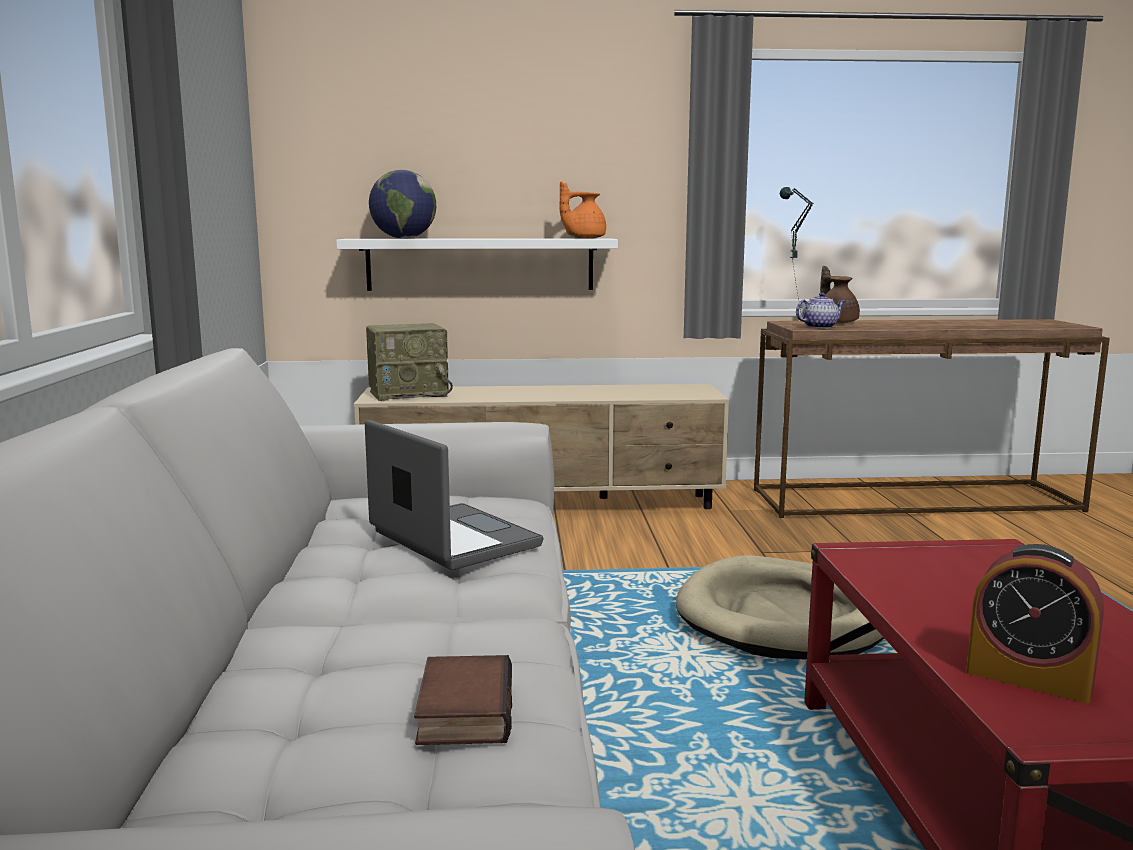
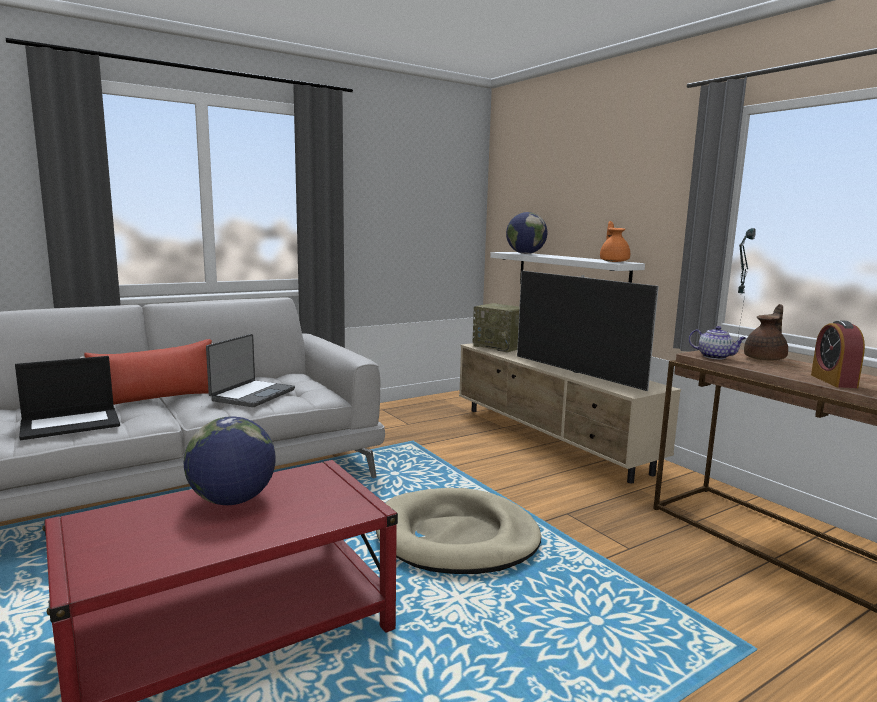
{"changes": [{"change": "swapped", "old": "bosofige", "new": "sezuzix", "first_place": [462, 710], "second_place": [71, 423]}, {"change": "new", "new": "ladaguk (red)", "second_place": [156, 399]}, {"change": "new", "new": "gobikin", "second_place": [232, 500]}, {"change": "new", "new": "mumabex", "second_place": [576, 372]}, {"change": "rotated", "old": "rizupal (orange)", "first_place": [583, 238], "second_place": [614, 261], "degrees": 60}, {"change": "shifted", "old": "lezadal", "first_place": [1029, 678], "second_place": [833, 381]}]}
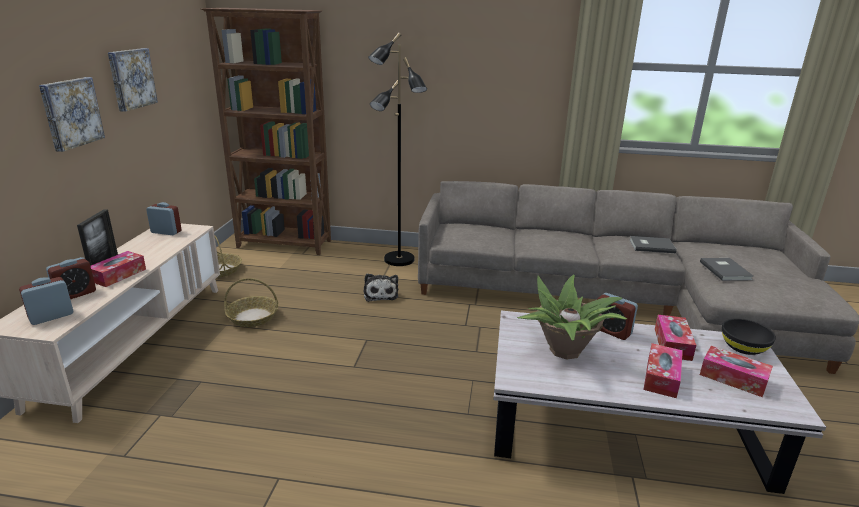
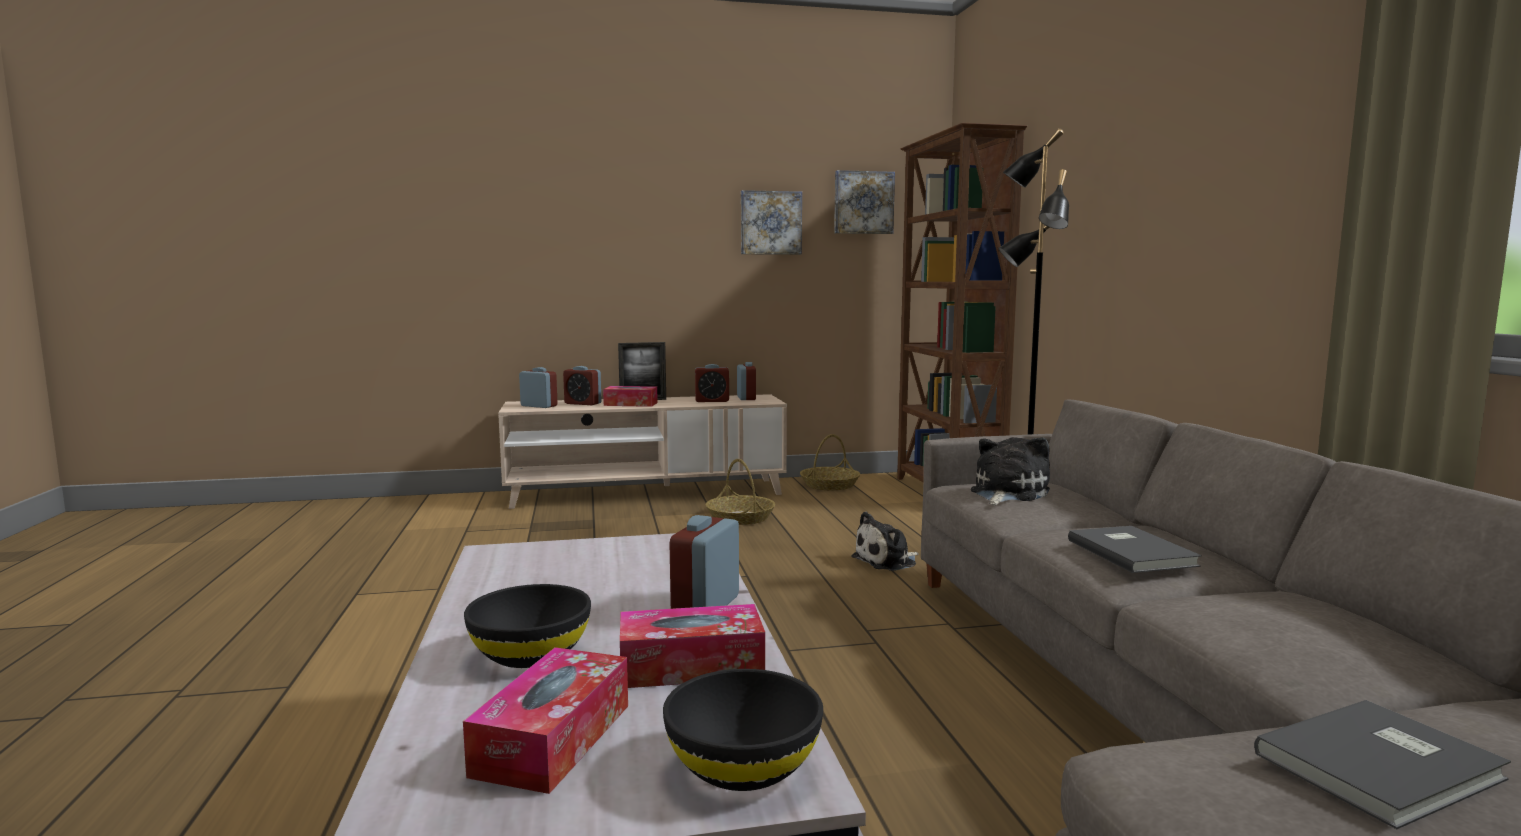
{"changes": [{"change": "swapped", "old": "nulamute", "new": "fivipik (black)", "first_place": [661, 377], "second_place": [530, 654]}, {"change": "new", "new": "lezadal", "second_place": [712, 401]}, {"change": "shifted", "old": "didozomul", "first_place": [70, 113], "second_place": [863, 203]}, {"change": "new", "new": "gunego", "second_place": [1006, 493]}, {"change": "shifted", "old": "bosofige (grey)", "first_place": [651, 245], "second_place": [1132, 552]}, {"change": "gone", "old": "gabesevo", "first_place": [565, 351]}]}
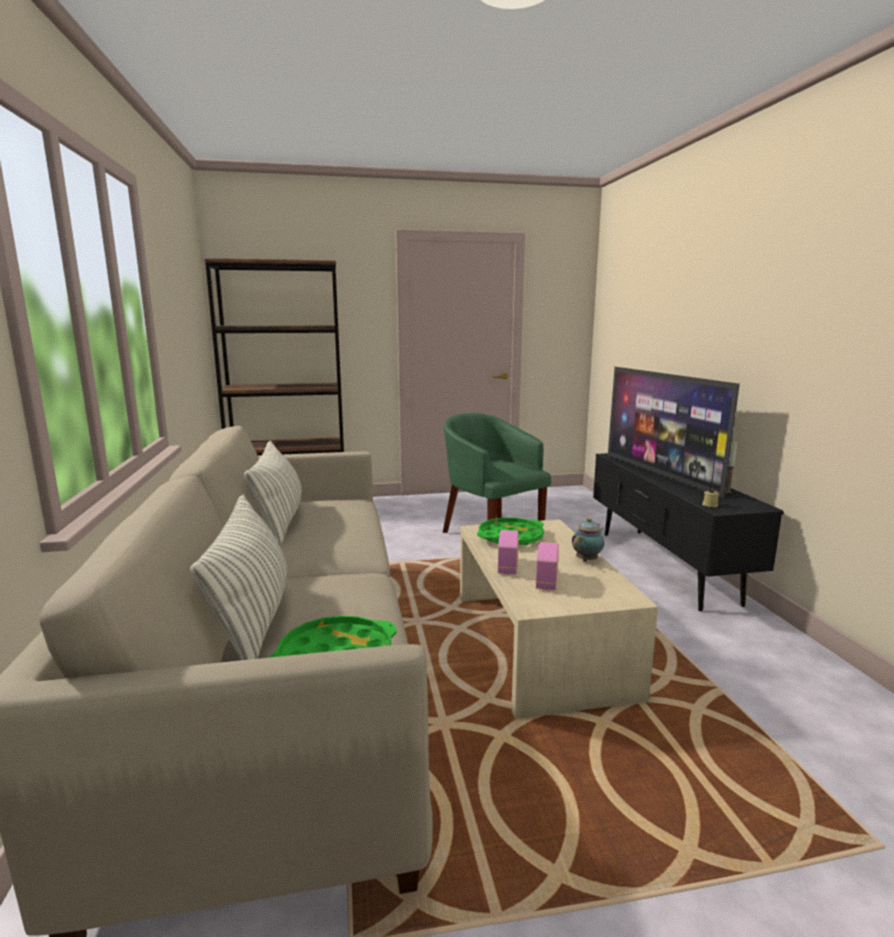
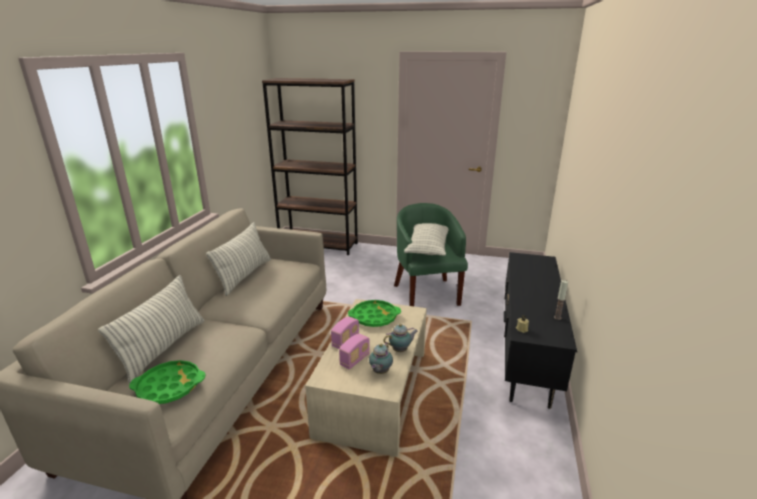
{"changes": [{"change": "new", "new": "rizupal", "second_place": [380, 372]}, {"change": "new", "new": "ladaguk", "second_place": [427, 248]}, {"change": "gone", "old": "mumabex", "first_place": [661, 474]}]}
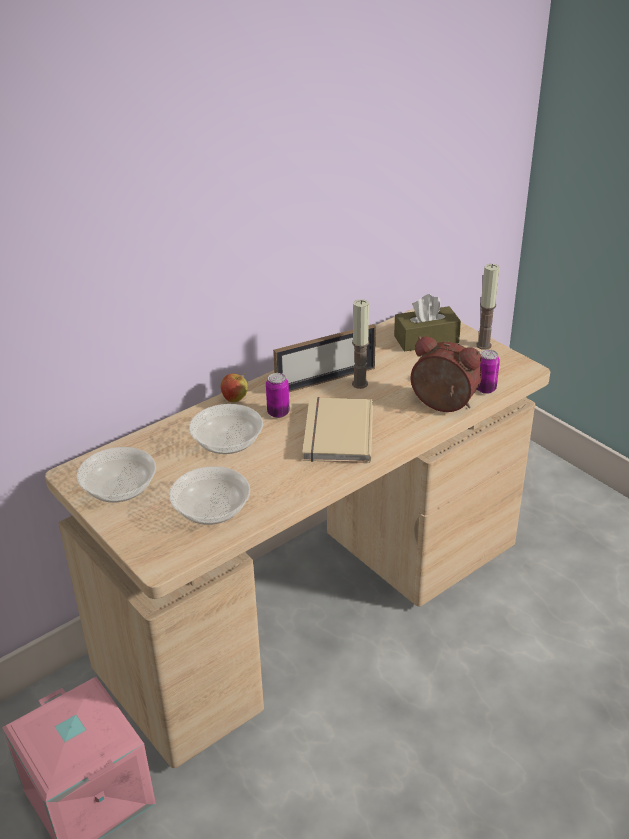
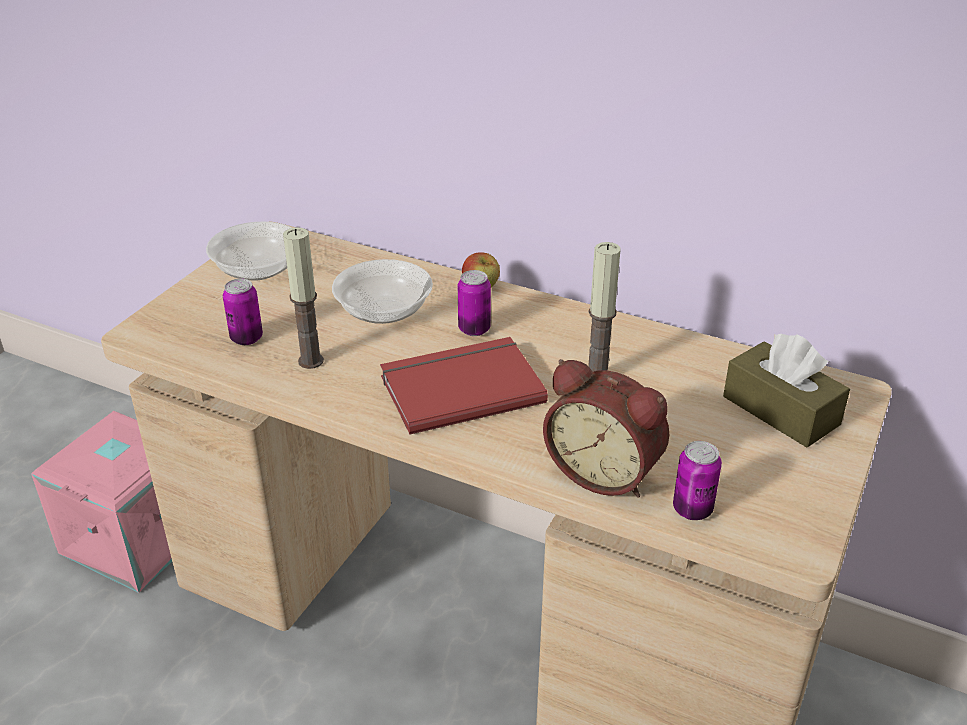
{"changes": [{"change": "swapped", "old": "fivipik", "new": "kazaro", "first_place": [211, 510], "second_place": [246, 338]}, {"change": "shifted", "old": "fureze", "first_place": [483, 345], "second_place": [311, 361]}, {"change": "repainted", "old": "bosofige (beige)", "new": "bosofige (red)", "first_place": [335, 433], "second_place": [460, 387]}, {"change": "rotated", "old": "lezadal", "first_place": [442, 405], "second_place": [605, 471], "degrees": 120}, {"change": "gone", "old": "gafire", "first_place": [325, 380]}]}
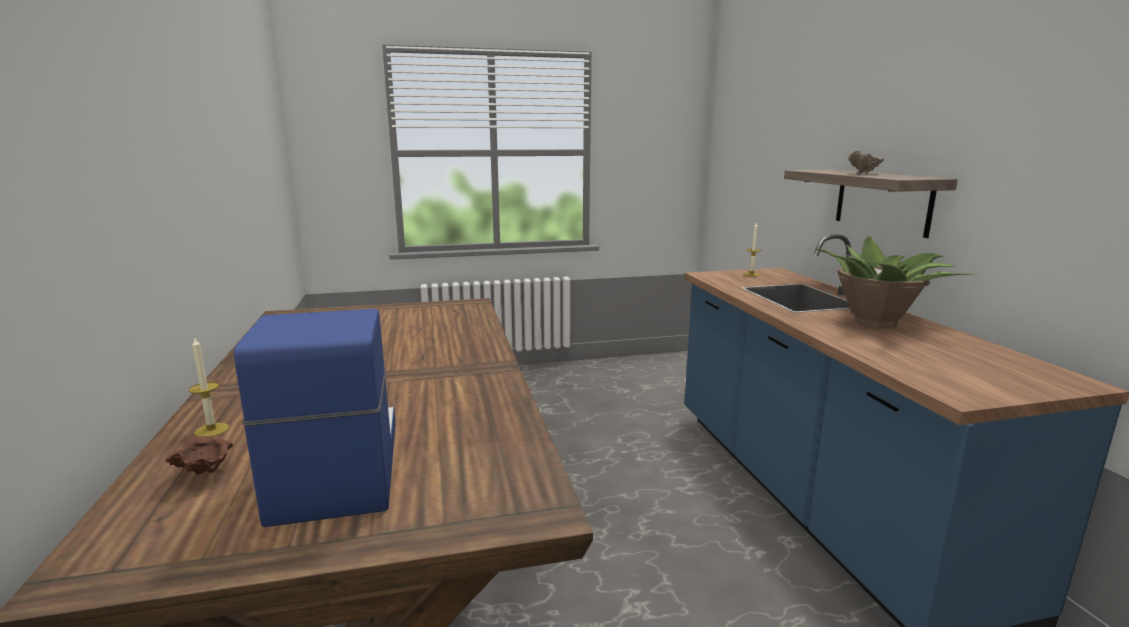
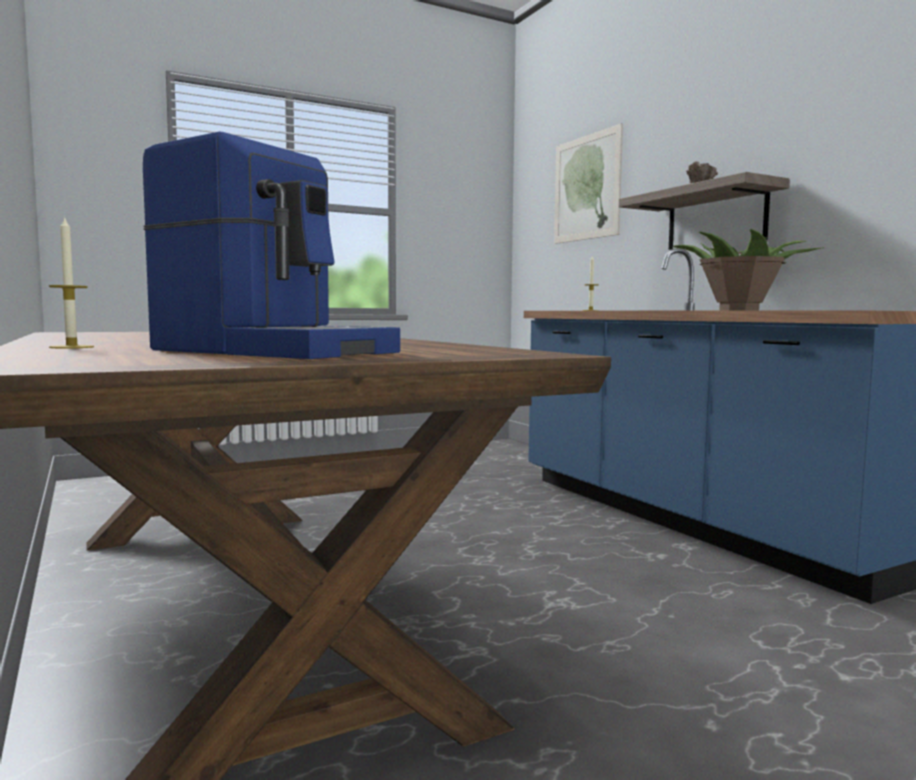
{"changes": [{"change": "rotated", "old": "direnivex", "first_place": [335, 468], "second_place": [274, 351], "degrees": 150}, {"change": "new", "new": "didozomul", "second_place": [586, 188]}, {"change": "gone", "old": "fivipik (brown)", "first_place": [205, 474]}]}
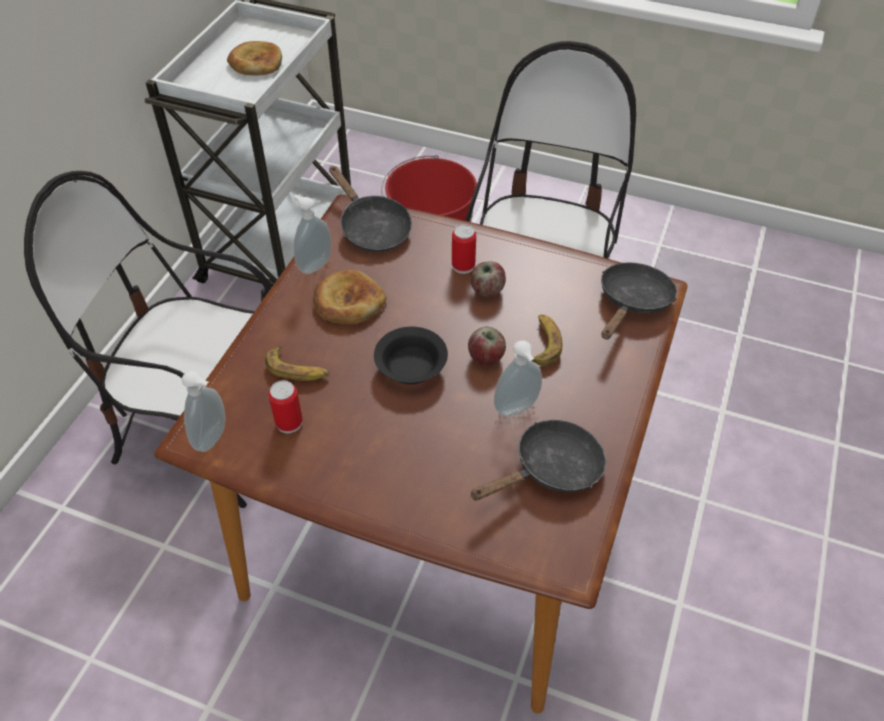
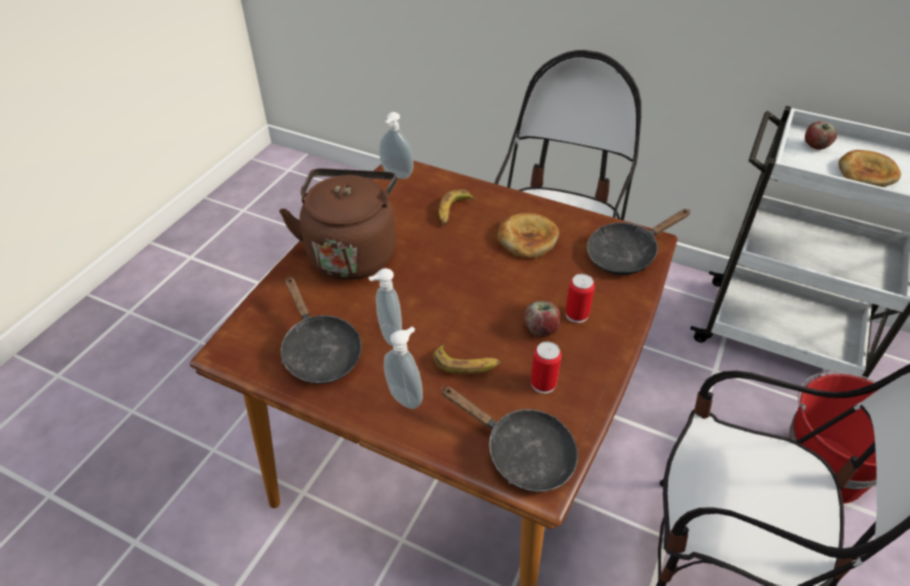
{"changes": [{"change": "new", "new": "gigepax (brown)", "second_place": [352, 252]}, {"change": "shifted", "old": "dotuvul", "first_place": [314, 264], "second_place": [406, 396]}, {"change": "shifted", "old": "kazaro", "first_place": [289, 423], "second_place": [543, 383]}, {"change": "shifted", "old": "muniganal", "first_place": [486, 357], "second_place": [815, 146]}, {"change": "gone", "old": "fivipik (black)", "first_place": [411, 368]}]}
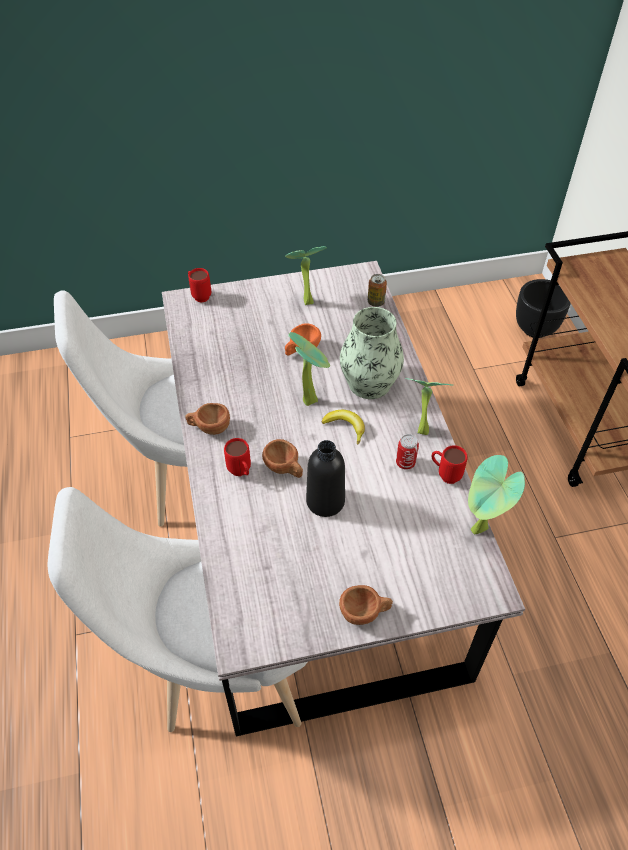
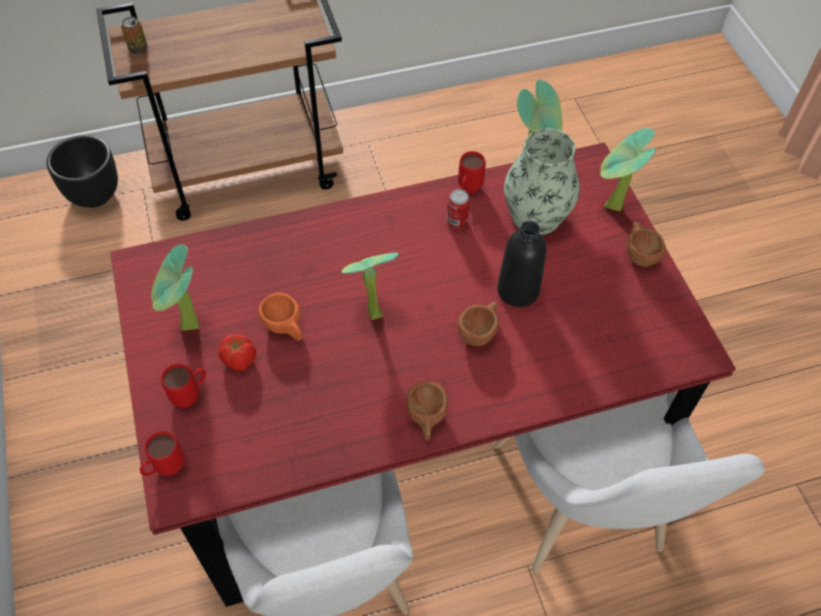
{"changes": [{"change": "repainted", "old": "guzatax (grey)", "new": "guzatax (red)", "first_place": [316, 536], "second_place": [407, 422]}, {"change": "shifted", "old": "kazaro", "first_place": [376, 302], "second_place": [138, 49]}, {"change": "shifted", "old": "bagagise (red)", "first_place": [241, 473], "second_place": [191, 395]}, {"change": "new", "new": "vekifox", "second_place": [239, 360]}, {"change": "shifted", "old": "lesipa", "first_place": [369, 383], "second_place": [536, 216]}, {"change": "shifted", "old": "gabesevo", "first_place": [420, 428], "second_place": [611, 209]}, {"change": "gone", "old": "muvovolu", "first_place": [345, 427]}]}
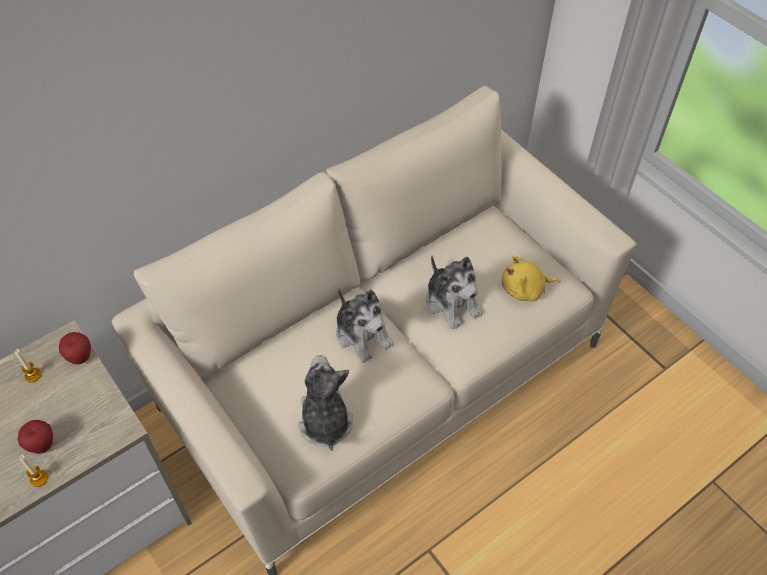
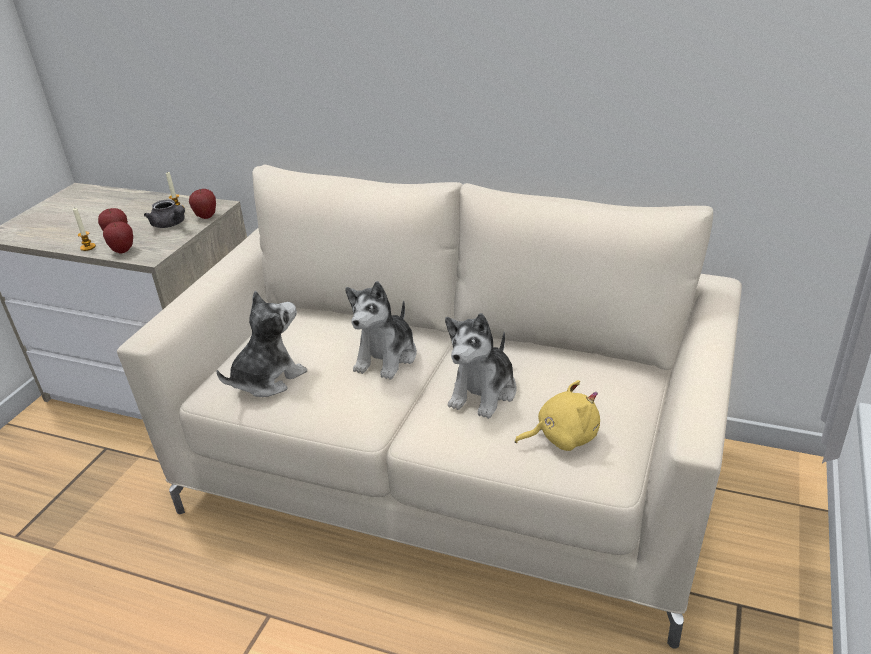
{"changes": [{"change": "new", "new": "muniganal", "second_place": [123, 250]}, {"change": "new", "new": "rizupal (grey)", "second_place": [170, 224]}, {"change": "rotated", "old": "gunego (yellow)", "first_place": [525, 289], "second_place": [563, 437], "degrees": 120}]}
